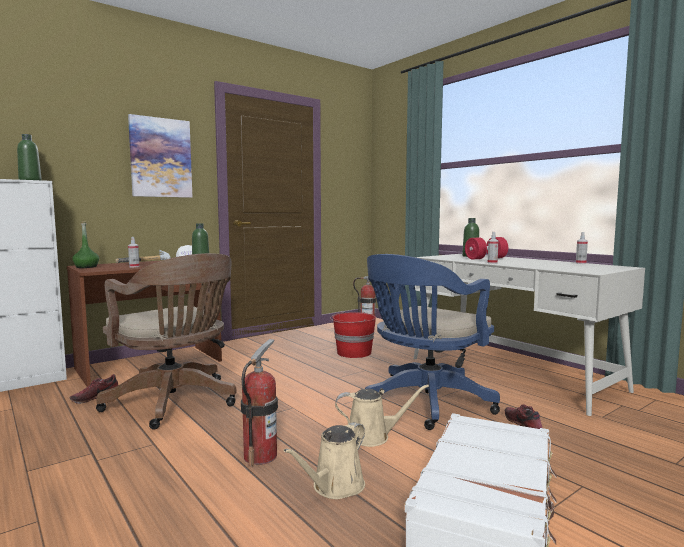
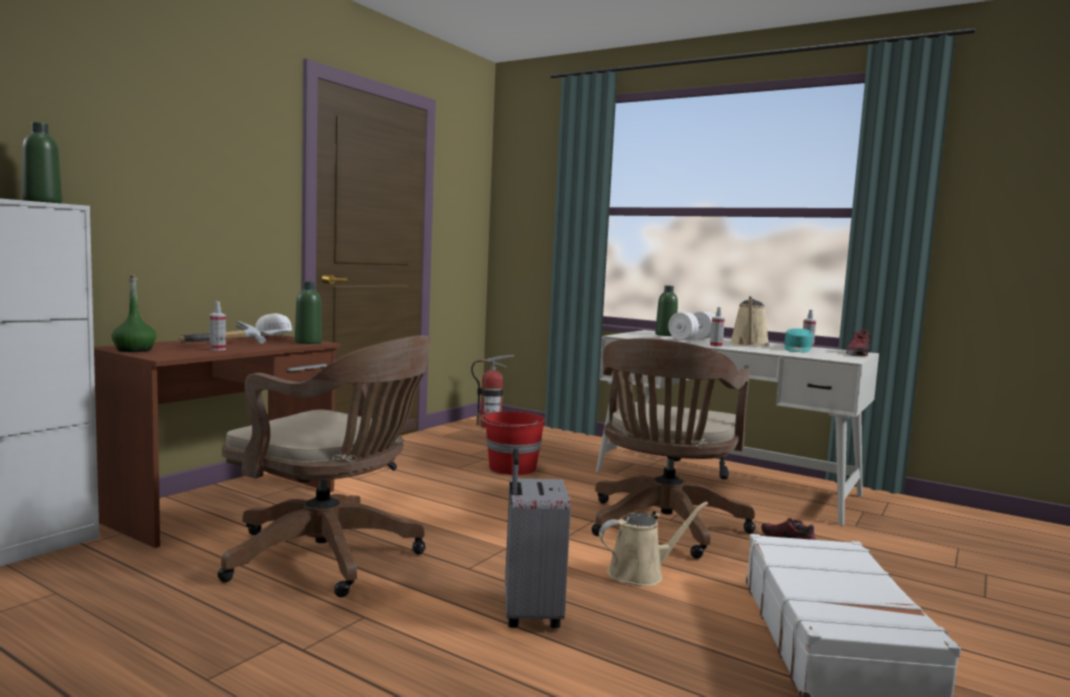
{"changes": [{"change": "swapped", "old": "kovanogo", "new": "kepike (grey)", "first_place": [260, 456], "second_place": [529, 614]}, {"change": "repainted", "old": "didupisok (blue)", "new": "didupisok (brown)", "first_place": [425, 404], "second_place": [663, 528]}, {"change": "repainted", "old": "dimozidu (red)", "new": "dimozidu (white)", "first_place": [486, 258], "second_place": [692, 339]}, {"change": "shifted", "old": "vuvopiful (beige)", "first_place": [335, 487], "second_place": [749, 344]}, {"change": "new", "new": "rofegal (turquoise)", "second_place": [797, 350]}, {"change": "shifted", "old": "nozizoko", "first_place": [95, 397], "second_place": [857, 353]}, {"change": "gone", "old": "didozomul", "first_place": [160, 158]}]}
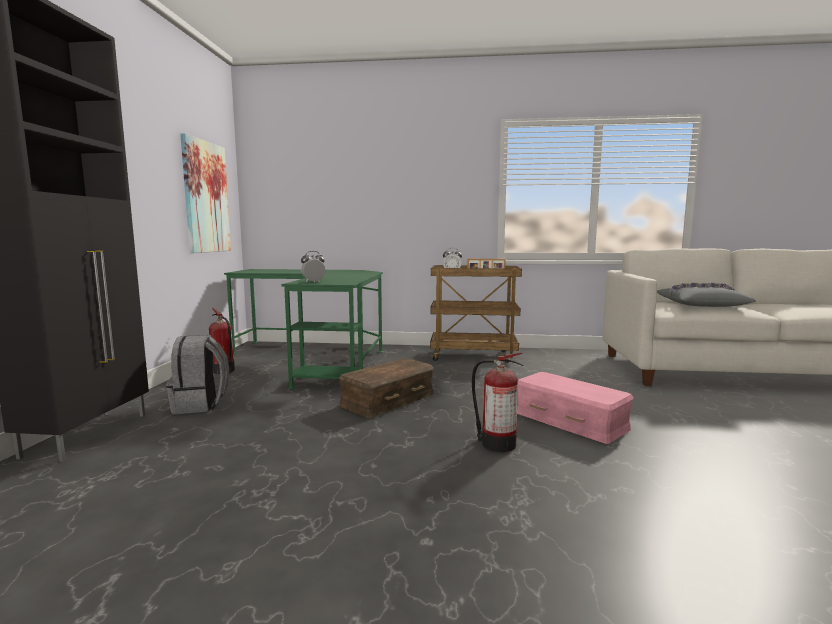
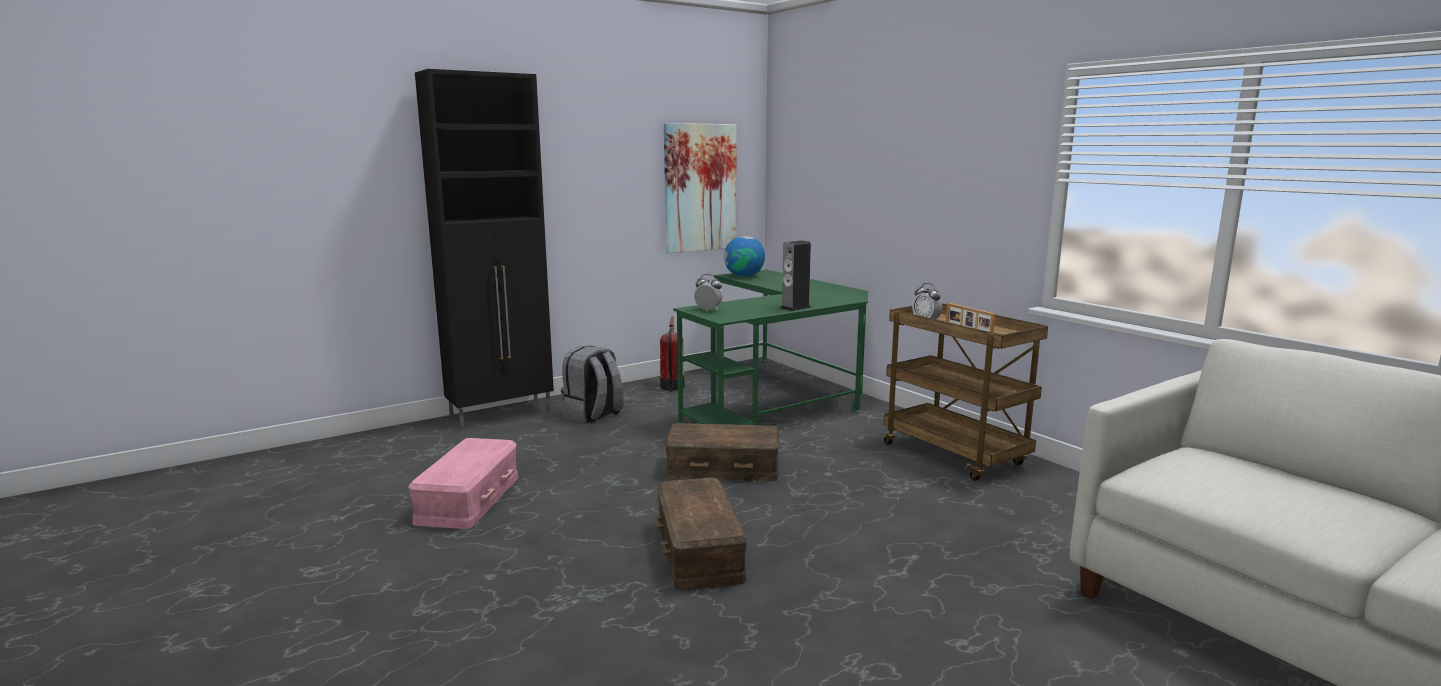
{"changes": [{"change": "shifted", "old": "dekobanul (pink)", "first_place": [570, 420], "second_place": [470, 499]}, {"change": "swapped", "old": "kovanogo", "new": "dekobanul (brown)", "first_place": [496, 443], "second_place": [697, 550]}, {"change": "new", "new": "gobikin", "second_place": [744, 276]}, {"change": "new", "new": "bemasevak", "second_place": [795, 308]}, {"change": "gone", "old": "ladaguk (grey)", "first_place": [701, 304]}]}
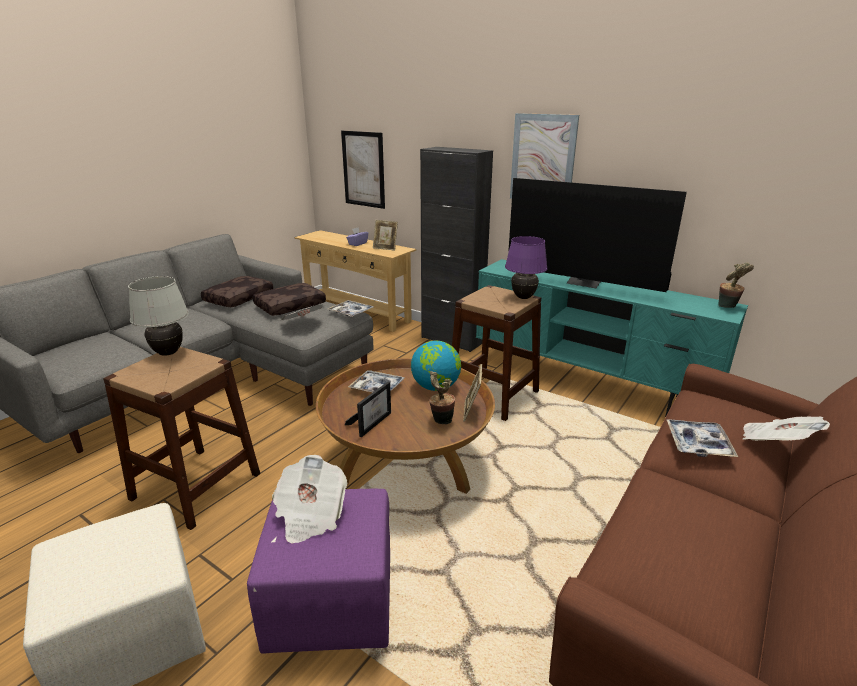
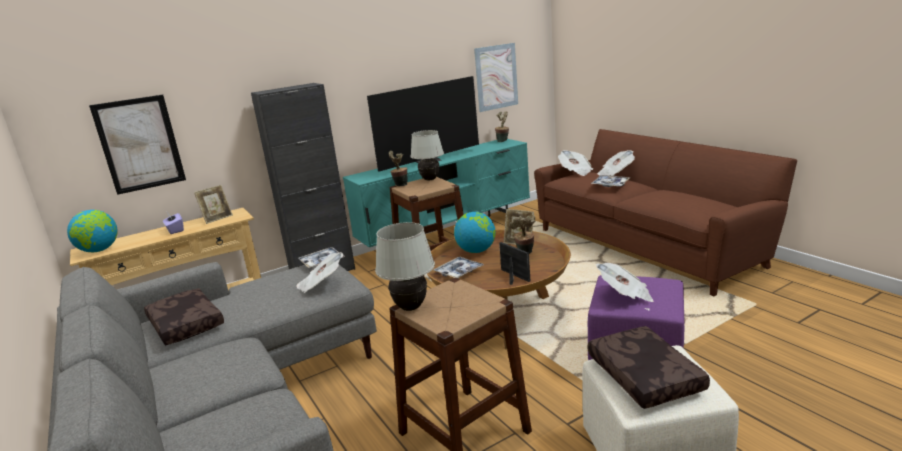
{"changes": [{"change": "new", "new": "gobikin", "second_place": [99, 250]}, {"change": "new", "new": "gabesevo", "second_place": [400, 185]}, {"change": "repainted", "old": "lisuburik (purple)", "new": "lisuburik (white)", "first_place": [523, 297], "second_place": [429, 179]}, {"change": "shifted", "old": "didozomul", "first_place": [542, 159], "second_place": [496, 77]}, {"change": "new", "new": "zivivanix", "second_place": [575, 171]}, {"change": "shifted", "old": "ladaguk (brown)", "first_place": [290, 306], "second_place": [642, 376]}]}
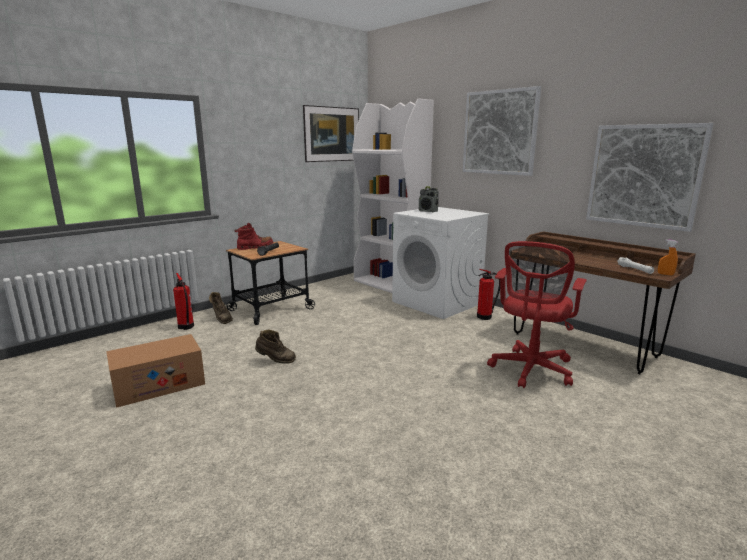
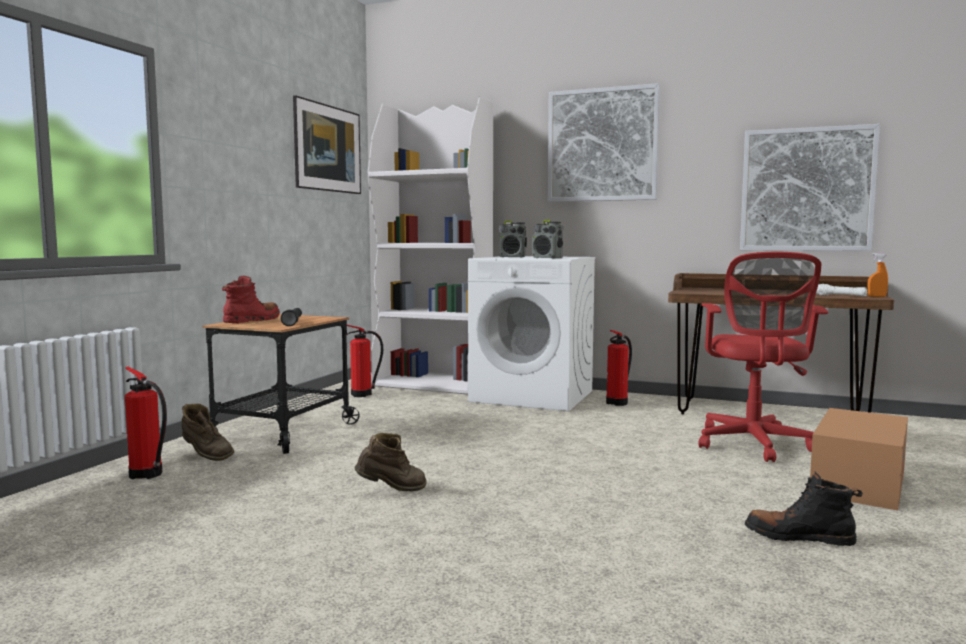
{"changes": [{"change": "new", "new": "kovanogo", "second_place": [363, 394]}, {"change": "new", "new": "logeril", "second_place": [547, 258]}, {"change": "new", "new": "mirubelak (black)", "second_place": [799, 537]}, {"change": "shifted", "old": "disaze", "first_place": [159, 384], "second_place": [858, 482]}]}
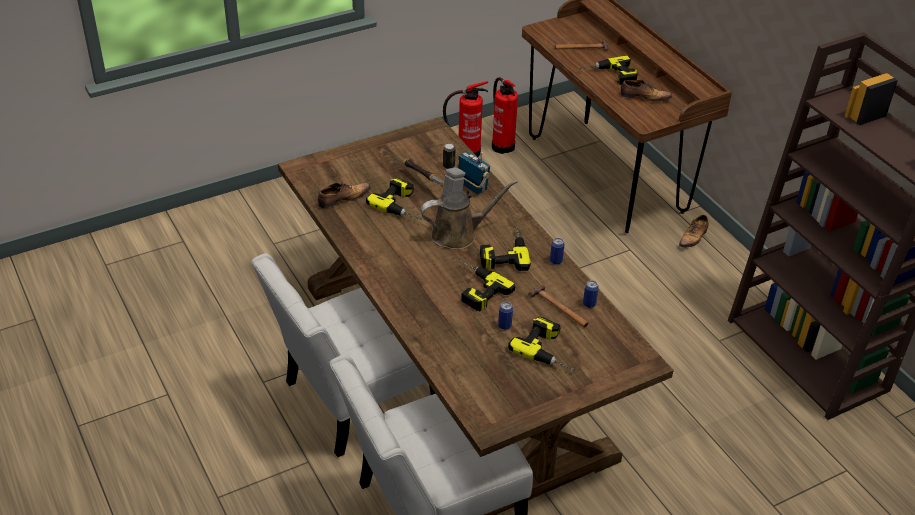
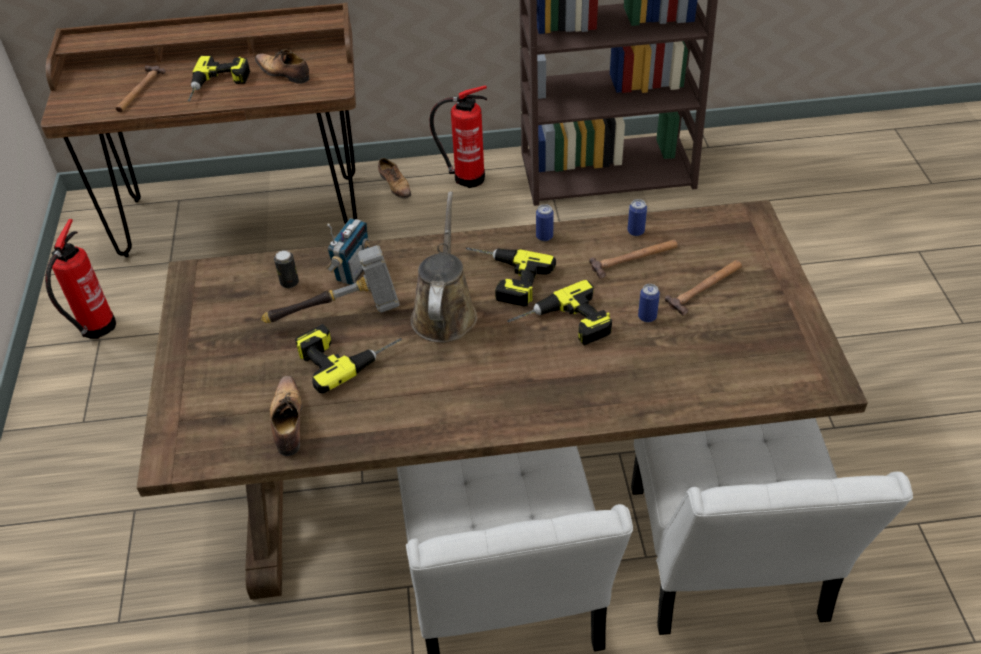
{"changes": [{"change": "rotated", "old": "nozizoko", "first_place": [644, 97], "second_place": [283, 73], "degrees": -90}, {"change": "rotated", "old": "logeril", "first_place": [472, 187], "second_place": [352, 271], "degrees": 135}, {"change": "shifted", "old": "kovanogo", "first_place": [502, 145], "second_place": [466, 178]}, {"change": "swapped", "old": "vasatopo", "new": "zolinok", "first_place": [550, 350], "second_place": [705, 288]}]}
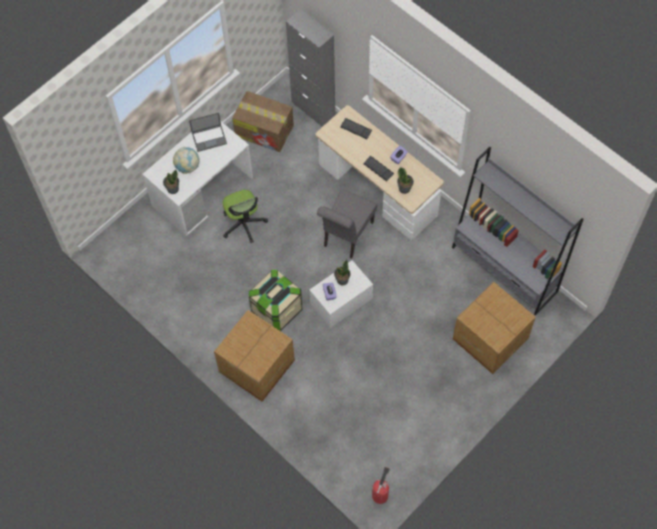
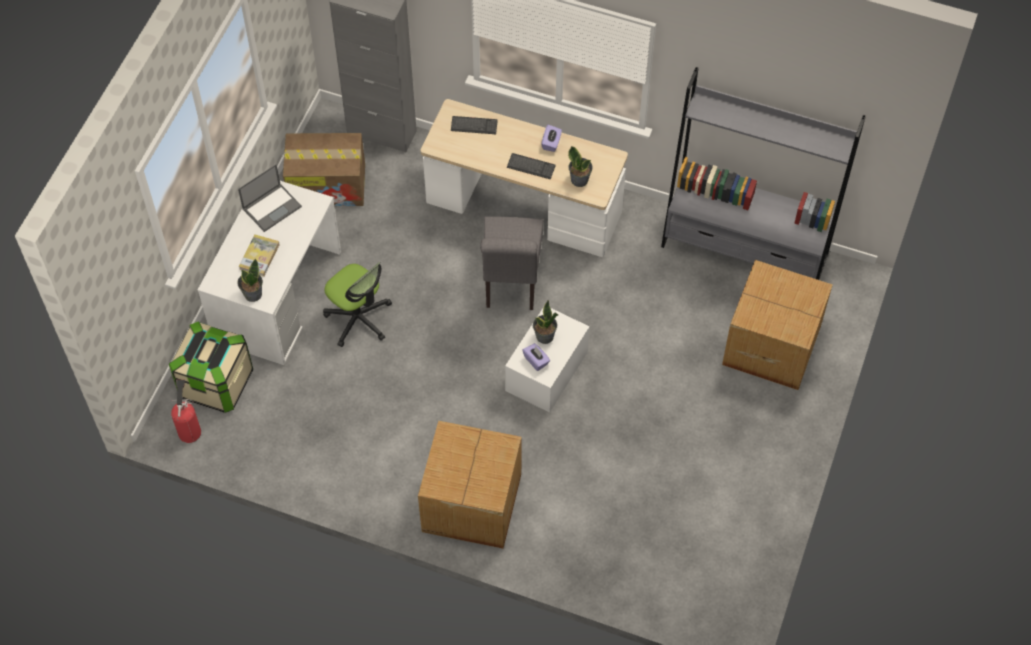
{"changes": [{"change": "shifted", "old": "dekobanul", "first_place": [276, 309], "second_place": [216, 383]}, {"change": "shifted", "old": "kovanogo", "first_place": [381, 494], "second_place": [190, 430]}, {"change": "swapped", "old": "gobikin", "new": "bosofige", "first_place": [187, 166], "second_place": [259, 256]}]}
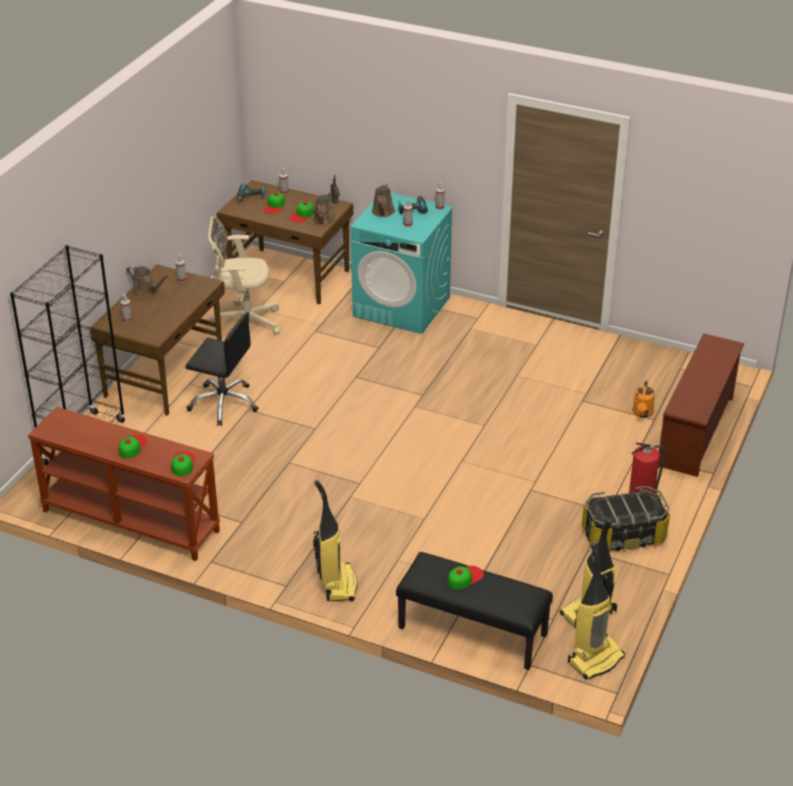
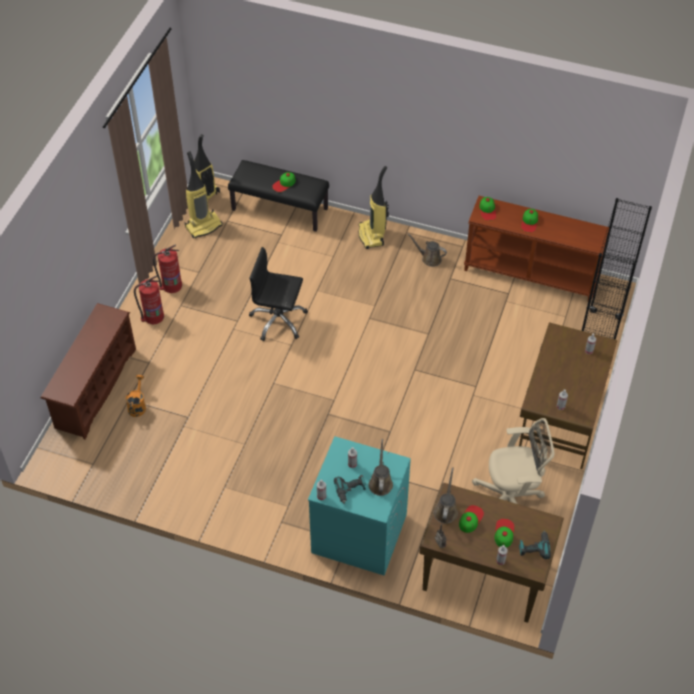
{"changes": [{"change": "swapped", "old": "dekobanul", "new": "kovanogo", "first_place": [623, 536], "second_place": [171, 285]}, {"change": "shifted", "old": "didupisok (black)", "first_place": [224, 403], "second_place": [278, 320]}, {"change": "shifted", "old": "vuvopiful (brown)", "first_place": [146, 292], "second_place": [429, 258]}]}
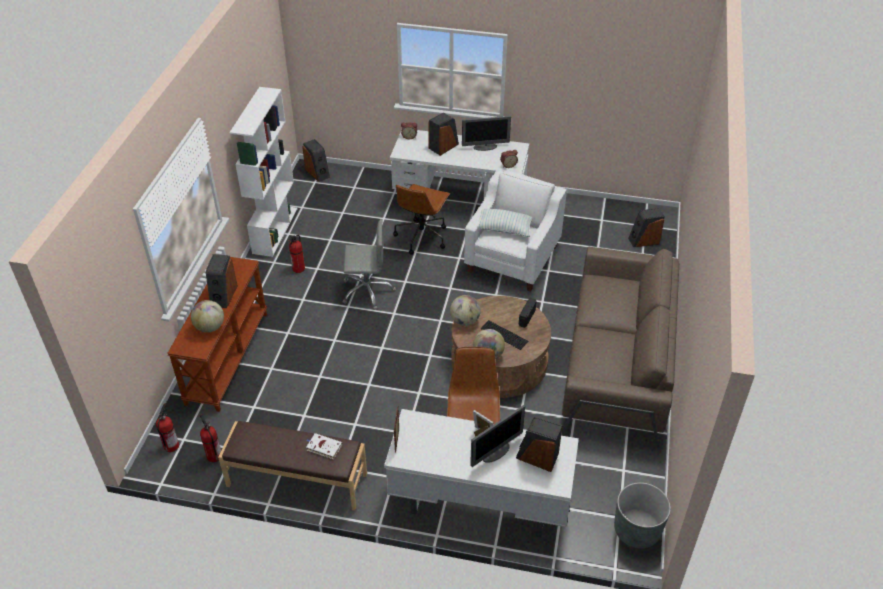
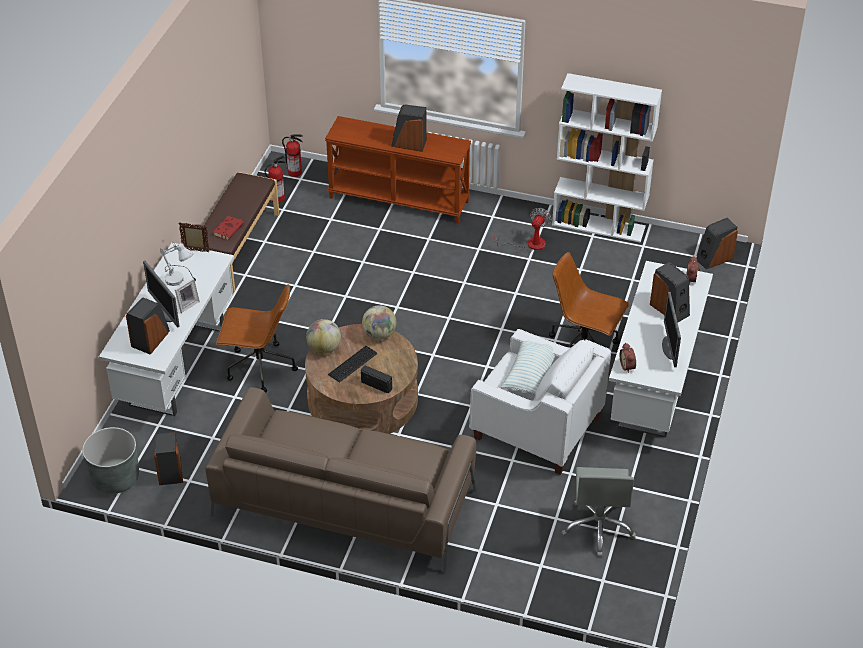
{"changes": [{"change": "shifted", "old": "bemasevak", "first_place": [643, 240], "second_place": [170, 470]}, {"change": "new", "new": "lisuburik (white)", "second_place": [180, 278]}, {"change": "repainted", "old": "bosofige (white)", "new": "bosofige (red)", "first_place": [323, 447], "second_place": [229, 229]}, {"change": "swapped", "old": "kovanogo", "new": "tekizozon", "first_place": [298, 269], "second_place": [529, 245]}, {"change": "shifted", "old": "didupisok (grey)", "first_place": [367, 291], "second_place": [598, 527]}, {"change": "gone", "old": "gobikin", "first_place": [210, 327]}]}
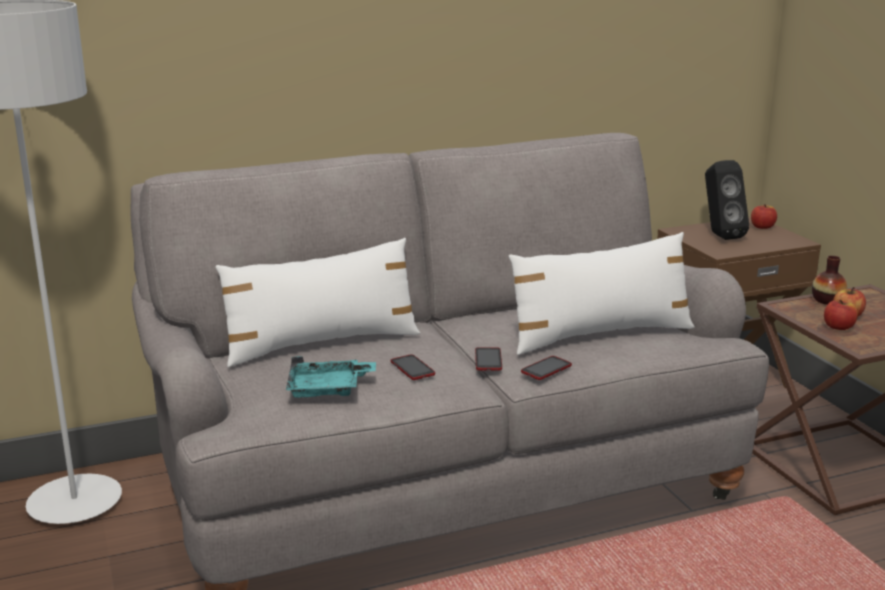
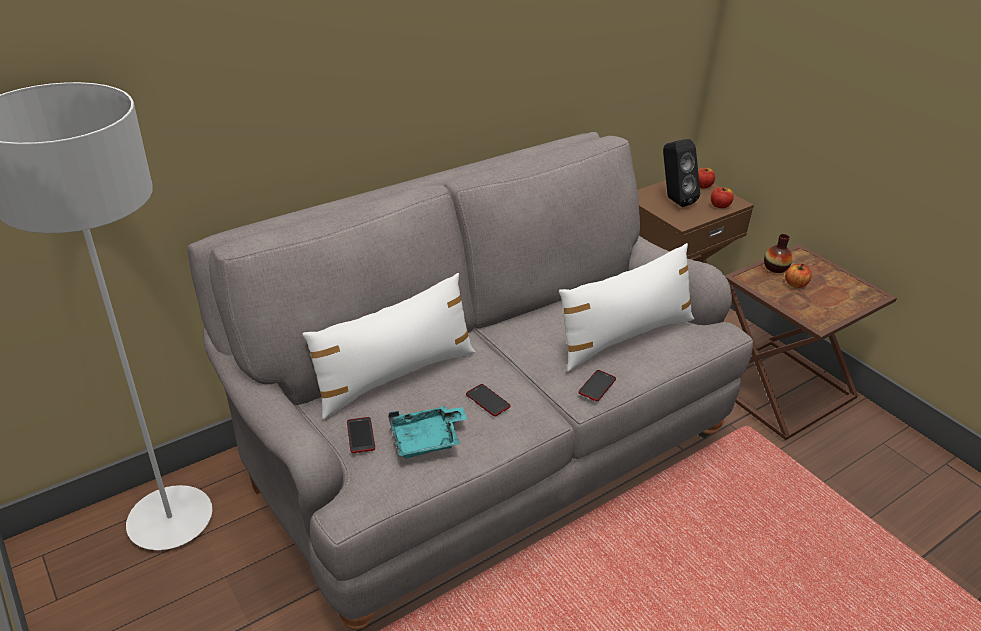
{"changes": [{"change": "shifted", "old": "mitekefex", "first_place": [488, 360], "second_place": [360, 436]}, {"change": "shifted", "old": "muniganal", "first_place": [838, 327], "second_place": [720, 206]}]}
